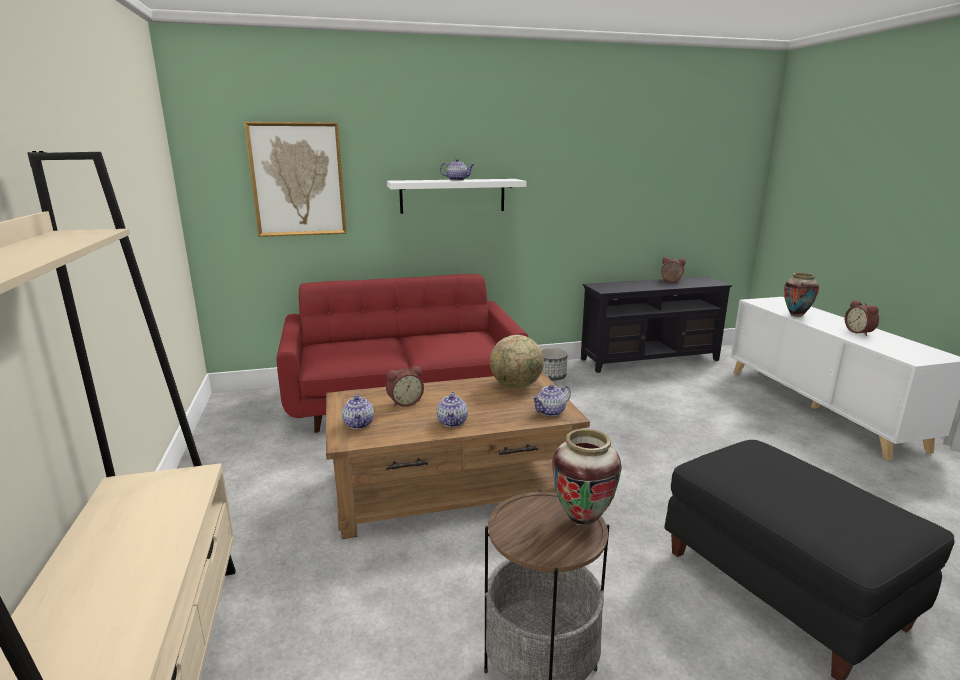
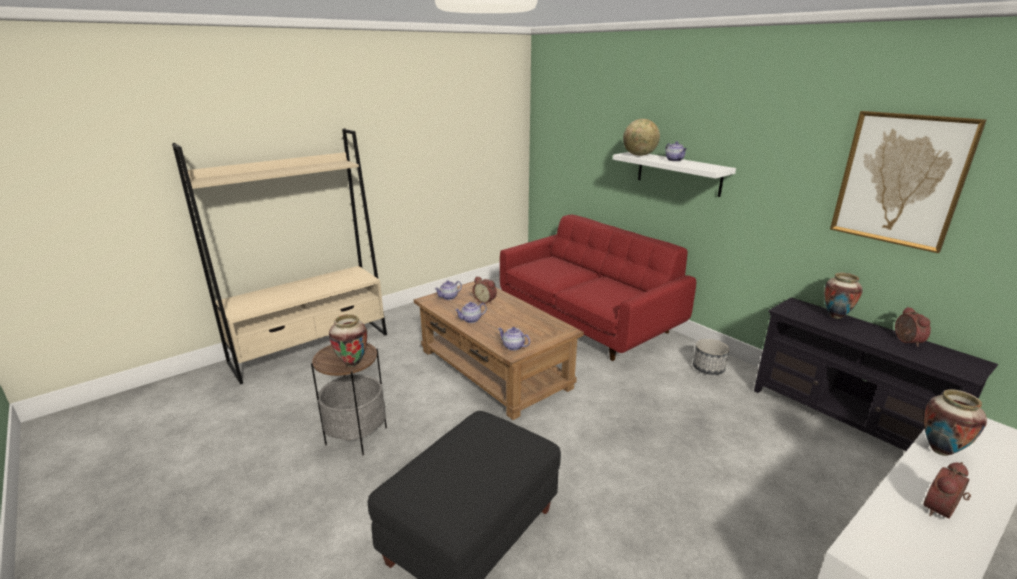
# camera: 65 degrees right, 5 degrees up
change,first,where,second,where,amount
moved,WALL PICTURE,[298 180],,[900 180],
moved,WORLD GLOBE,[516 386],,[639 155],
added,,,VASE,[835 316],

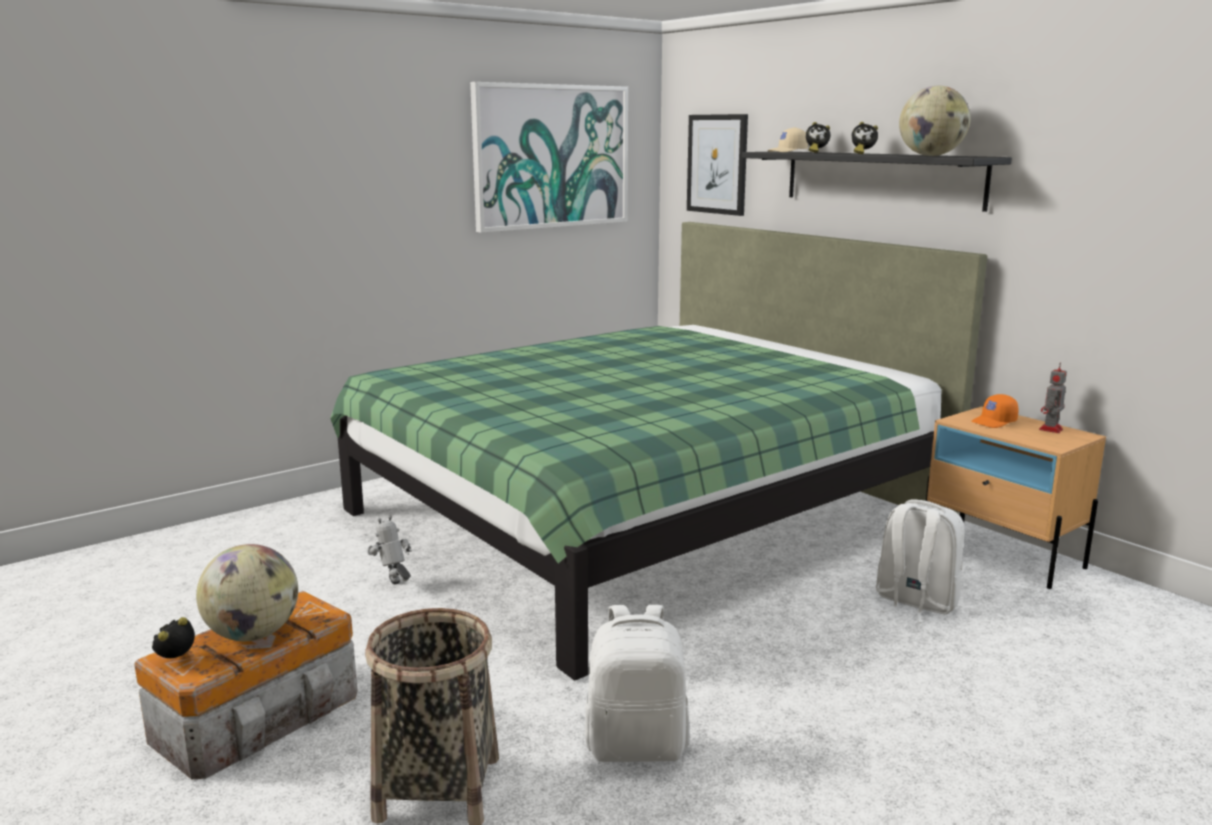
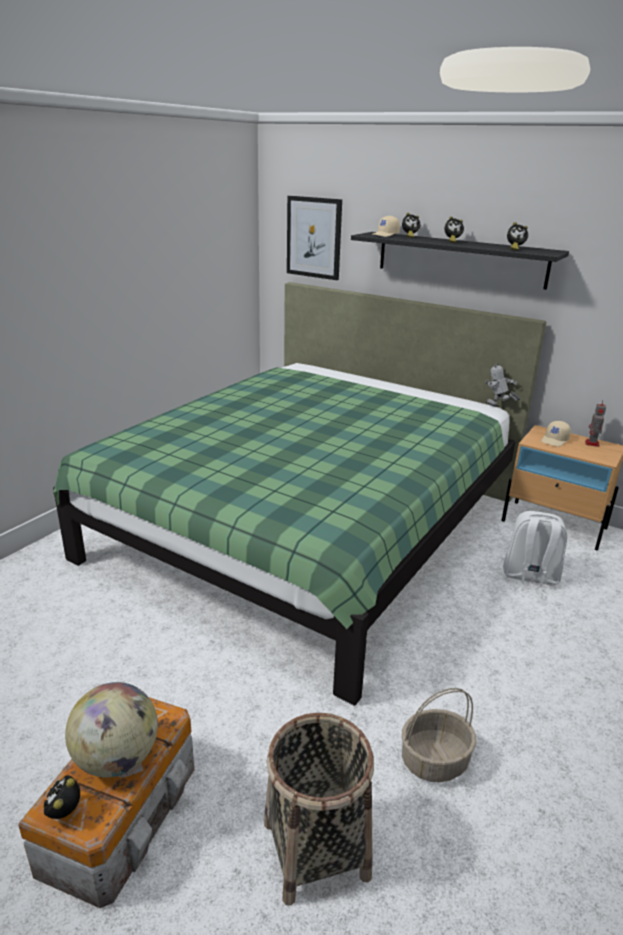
# camera: 20 degrees left, 10 degrees up
change,first,where,second,where,amount
removed,WALL PICTURE,[551 156],,,
replaced,WORLD GLOBE,[931 156],TABLE CLOCK,[514 249],
recoloured,ORANGE BASEBALL CAP,[994 422],BEIGE-COLOURED BASEBALL CAP,[555 440],
moved,TOY ROBOT,[395 587],,[498 408],
replaced,WHITE-COLOURED KNAPSACK,[637 746],HOUSEHOLD BASKET,[435 760],

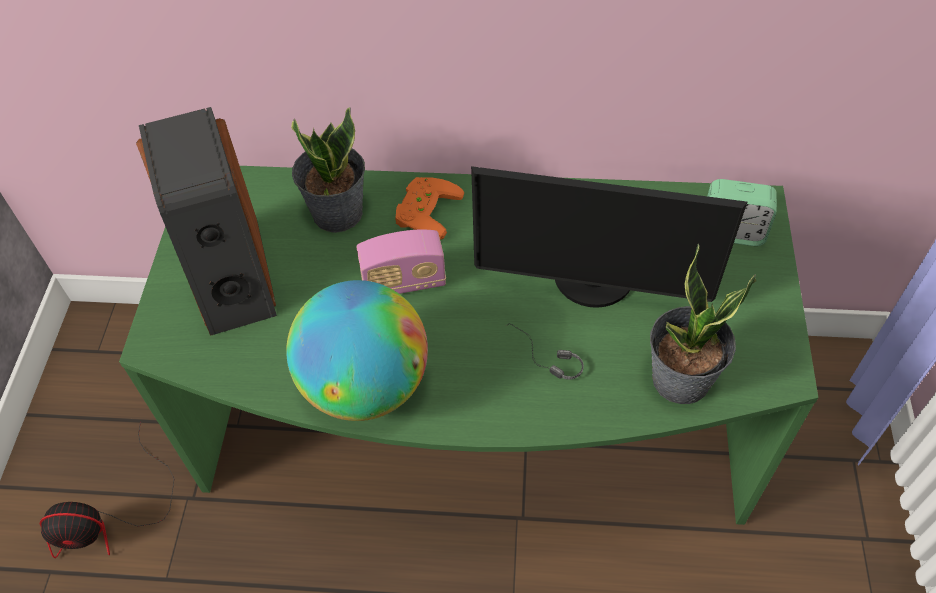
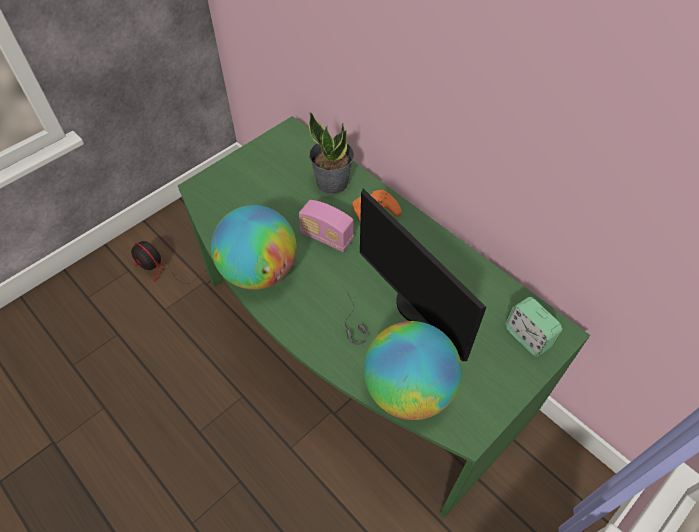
# camera: 40 degrees right, 0 degrees up
change,first,where,second,where,amount
removed,SPEAKER,[230 274],,,
replaced,PLANT IN A POT,[680 380],WORLD GLOBE,[408 389],

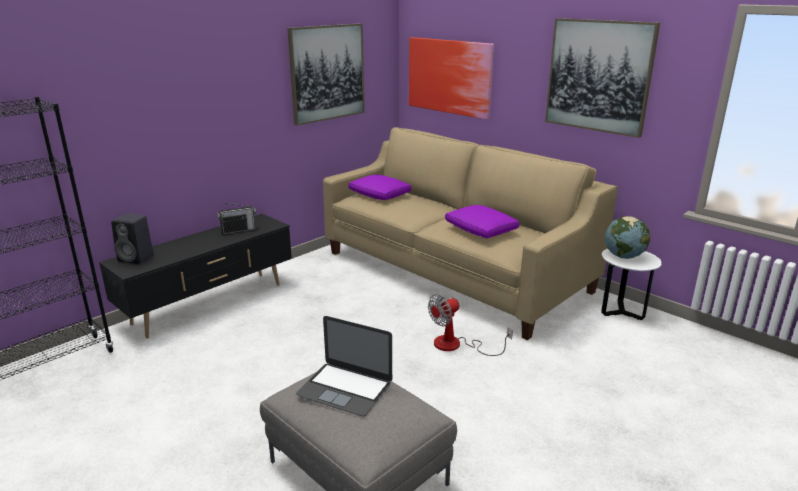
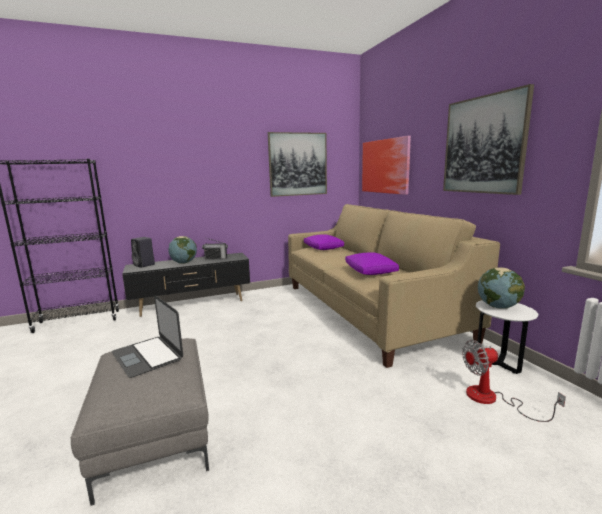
# camera: 25 degrees right, 10 degrees down
change,first,where,second,where,amount
moved,COOLING FAN,[457 345],,[492 399],
added,,,WORLD GLOBE,[184 262],

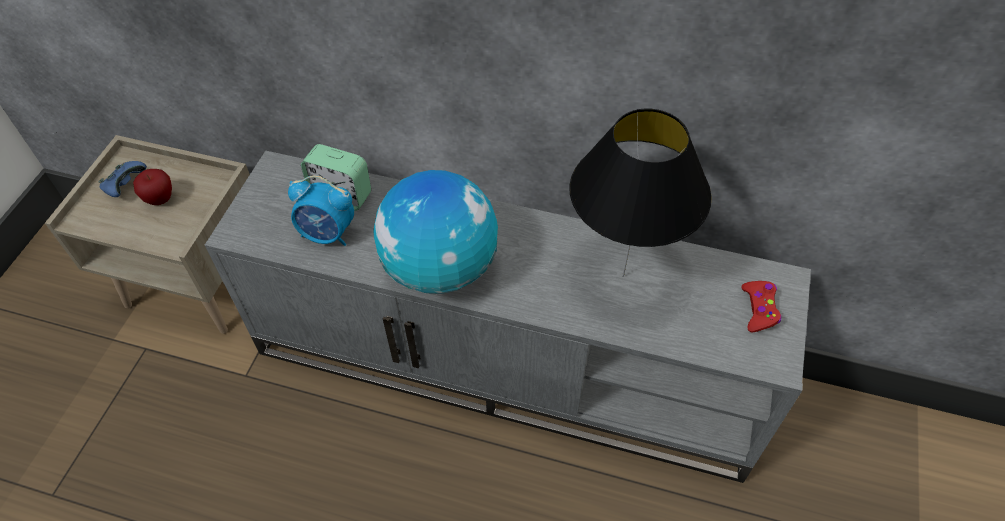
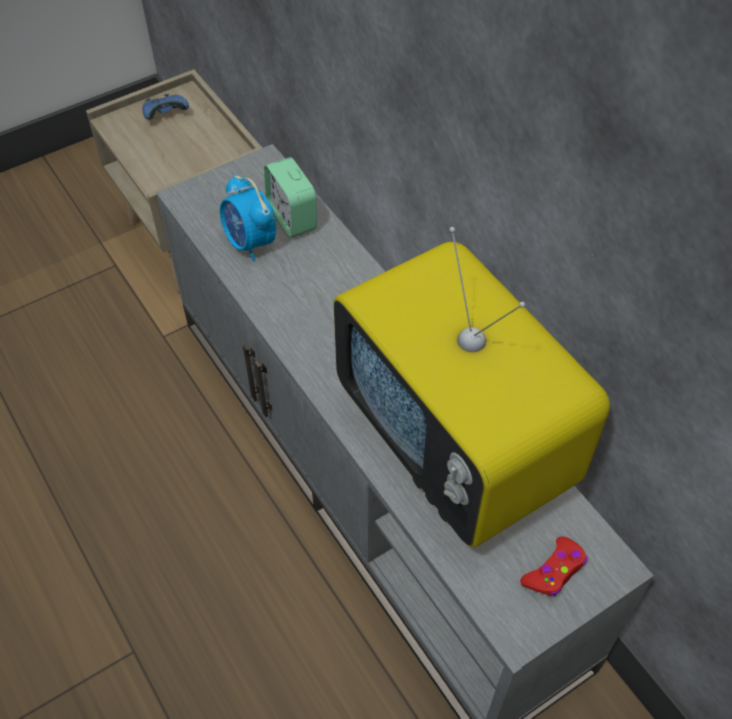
# camera: 40 degrees right, 0 degrees up
change,first,where,second,where,amount
replaced,BLACK TABLE LAMP,[623 275],TELEVISION,[457 447],
removed,WHOLE APPLE,[160 199],,,
removed,WORLD GLOBE,[441 268],,,

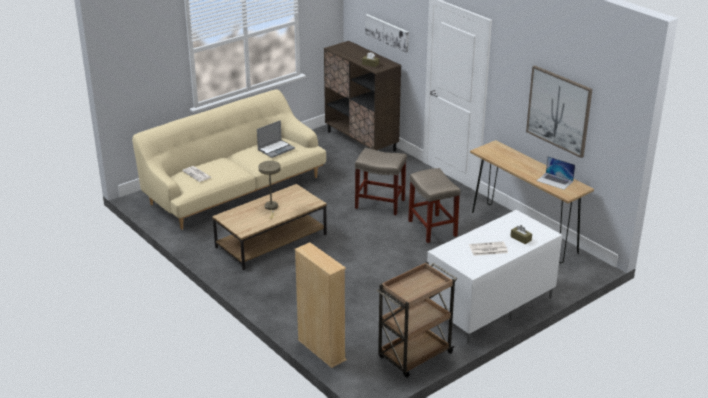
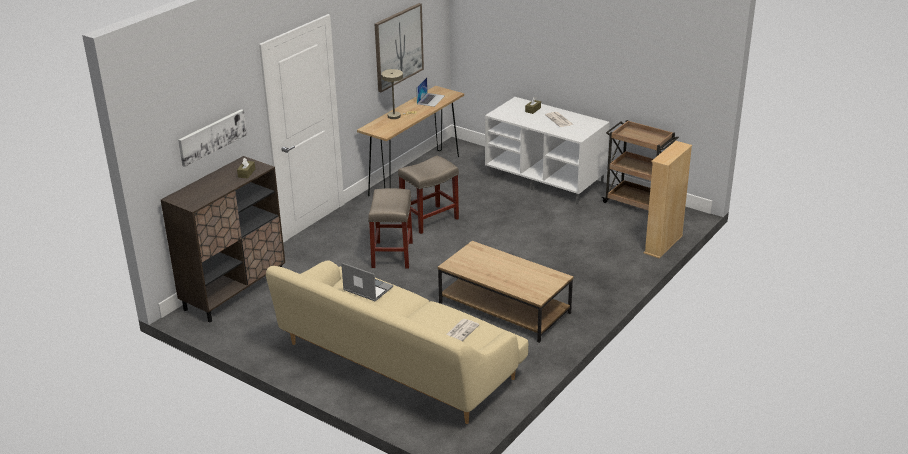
# camera: 105 degrees left, 0 degrees up
change,first,where,second,where,amount
moved,BEIGE-COLOURED TABLE LAMP,[271 208],,[396 116],

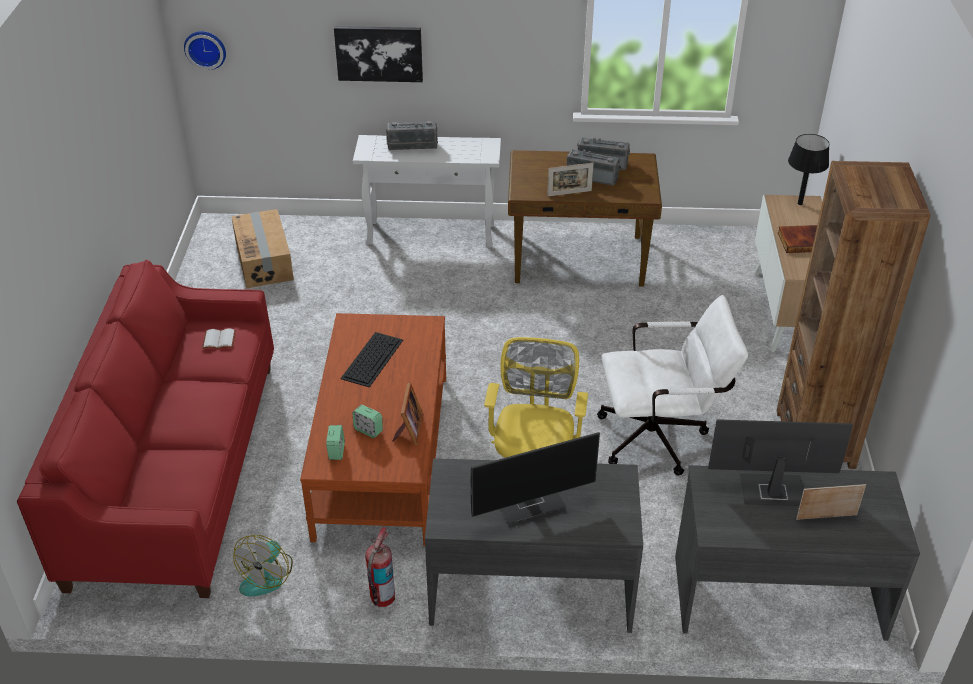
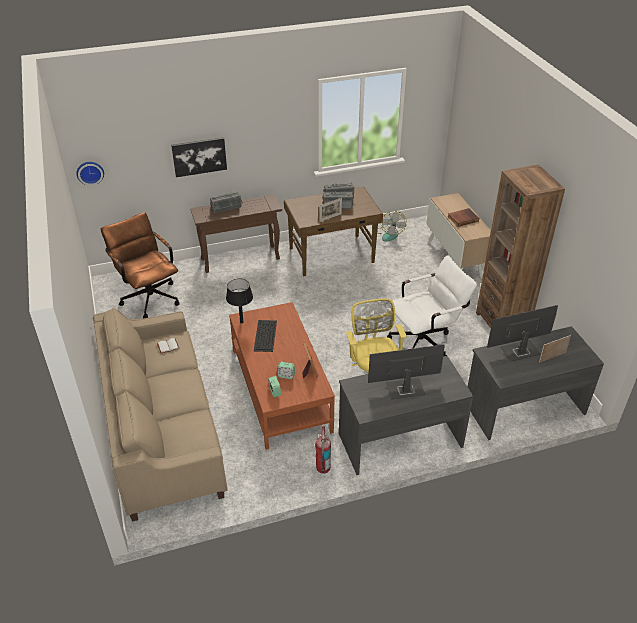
# camera: 20 degrees left, 0 degrees up
change,first,where,second,where,amount
moved,BLACK TABLE LAMP,[799 203],,[241 322],
recoloured,WHITE-COLOURED HALL TABLE,[432 234],BROWN HALL TABLE,[241 259],
replaced,CARDBOARD BOX,[264 261],BROWN DESK CHAIR,[148 296],
recoloured,RED-COLOURED COUCH,[177 469],BEIGE-COLOURED COUCH,[163 431],
turned,MONITOR,[531 502],,[404 389],150 degrees counterclockwise
moved,COOLING FAN,[267 575],,[389 234],

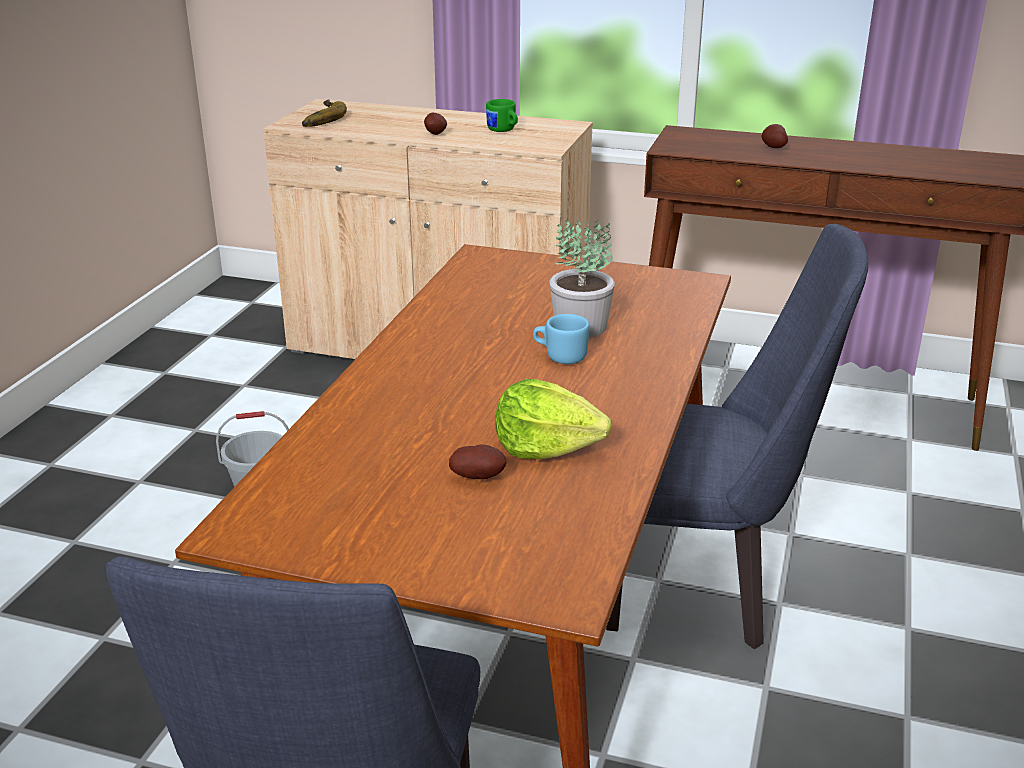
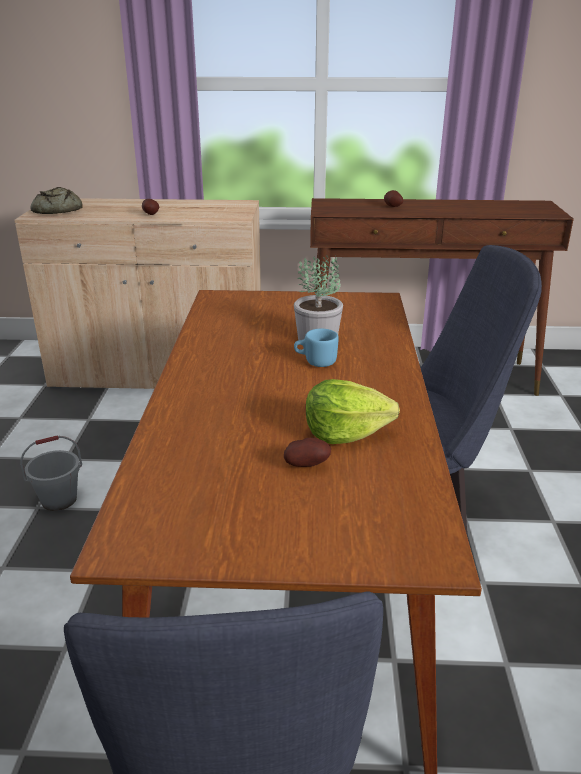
# camera: 15 degrees left, 0 degrees up
change,first,where,second,where,amount
replaced,BANANA FRUIT,[319 118],BREAD,[56 210],
removed,GREEN MUG,[503 131],,,

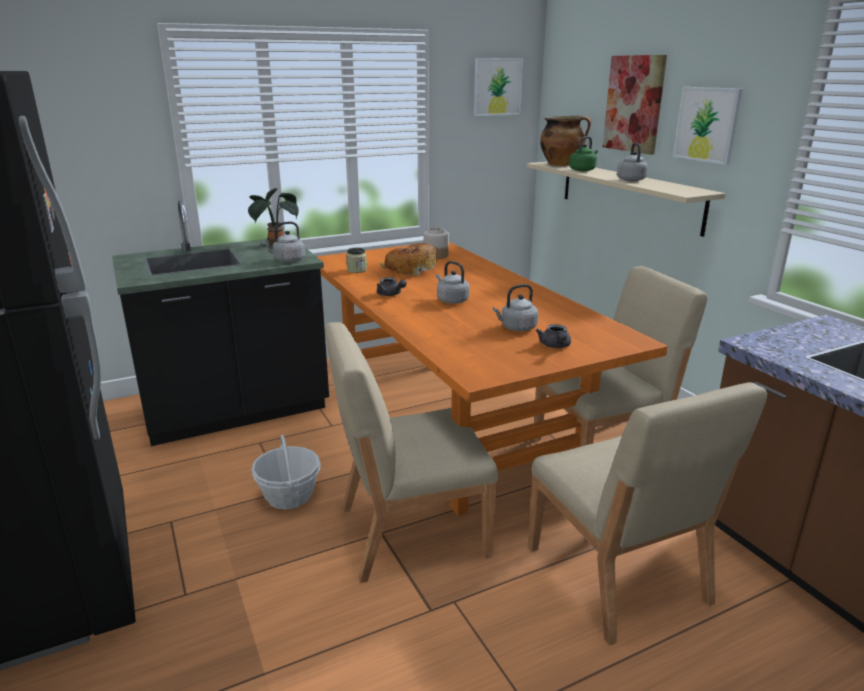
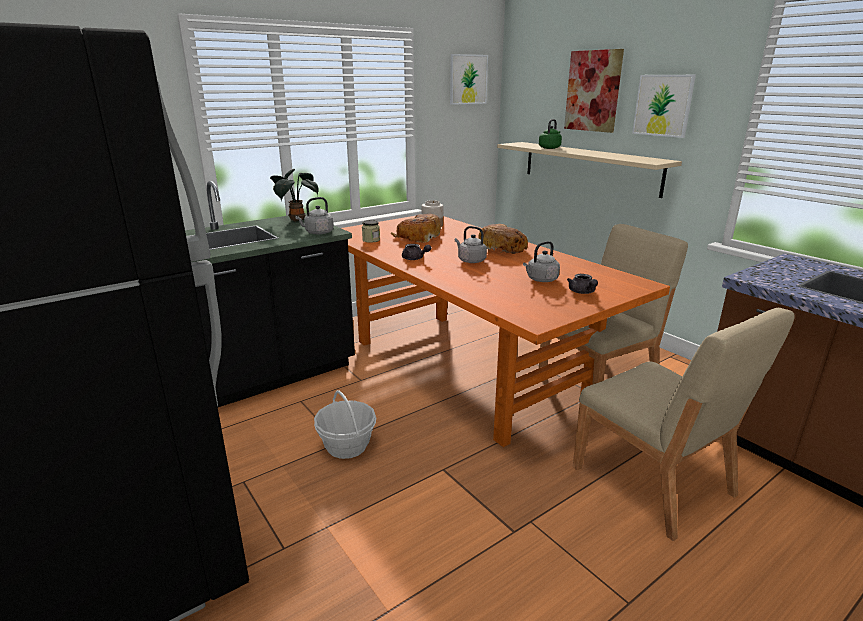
# camera: 10 degrees left, 0 degrees up
change,first,where,second,where,amount
removed,STOCKPOT,[561 164],,,
removed,GREYISH TEA KETTLE,[630 180],,,
removed,BEIGE-COLOURED CHAIR,[410 531],,,
added,,,BREAD,[502 248],

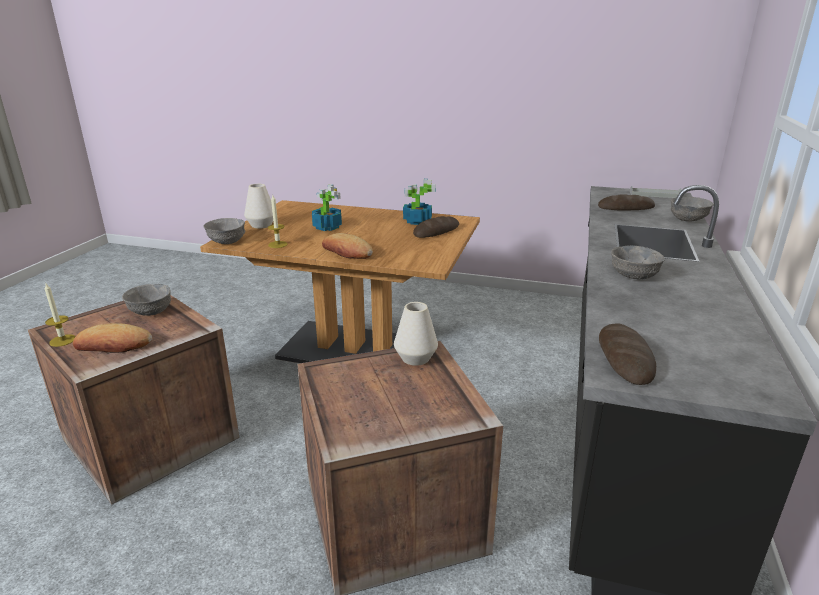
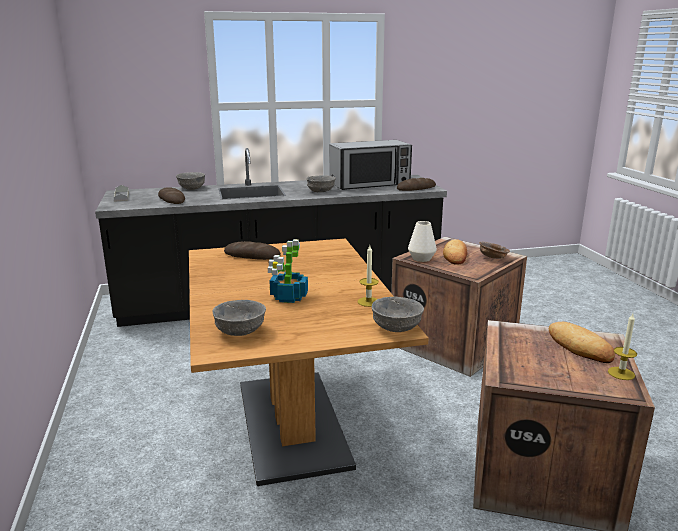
# camera: 120 degrees left, 5 degrees down
change,first,where,second,where,amount
removed,PLANT IN A POT,[417 221],,,
removed,WHITE-COLOURED VASE,[261 225],,,
moved,BREAD,[347 252],,[455 256],
moved,GREYISH SERVING BOWL,[150 311],,[239 332],
added,,,KITCHEN MICROWAVE,[370 184],
added,,,BROWN SERVING BOWL,[492 258],

